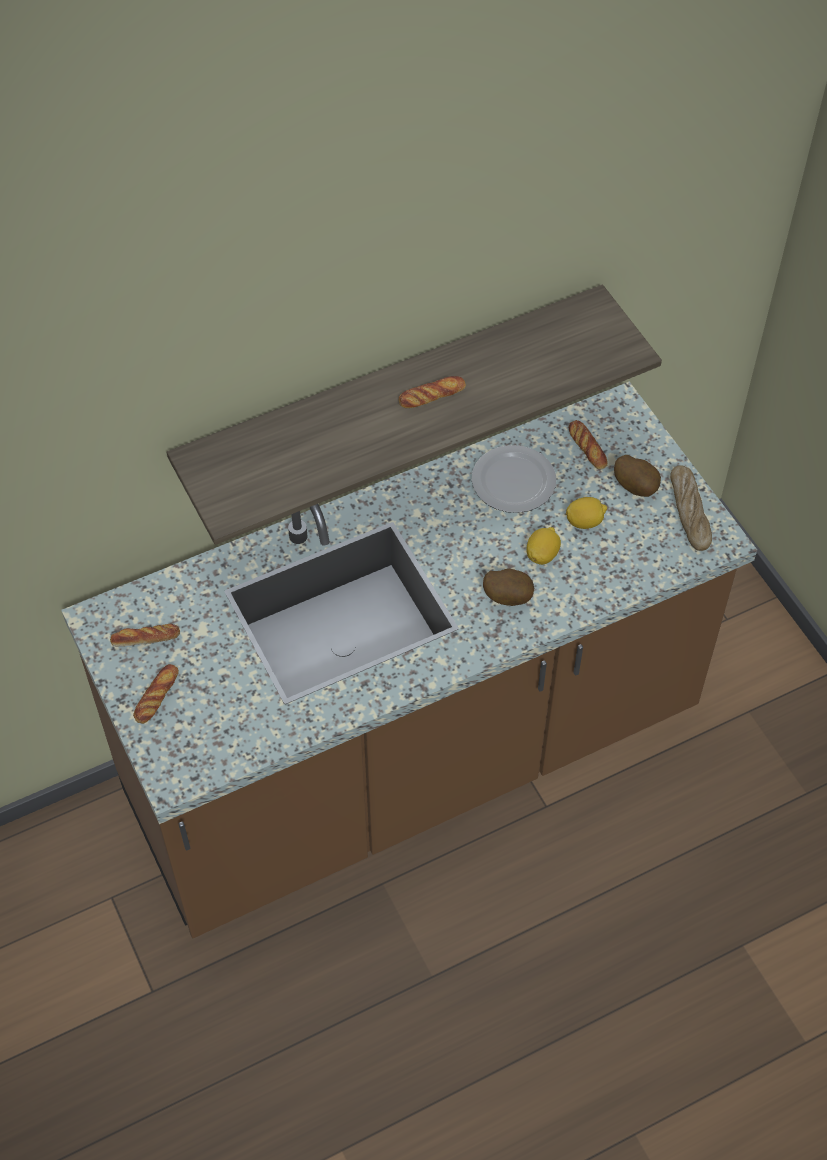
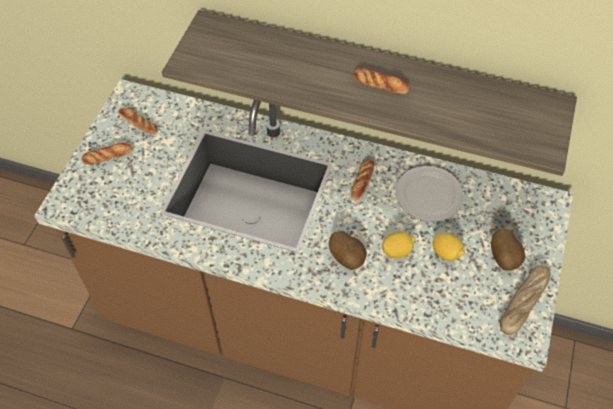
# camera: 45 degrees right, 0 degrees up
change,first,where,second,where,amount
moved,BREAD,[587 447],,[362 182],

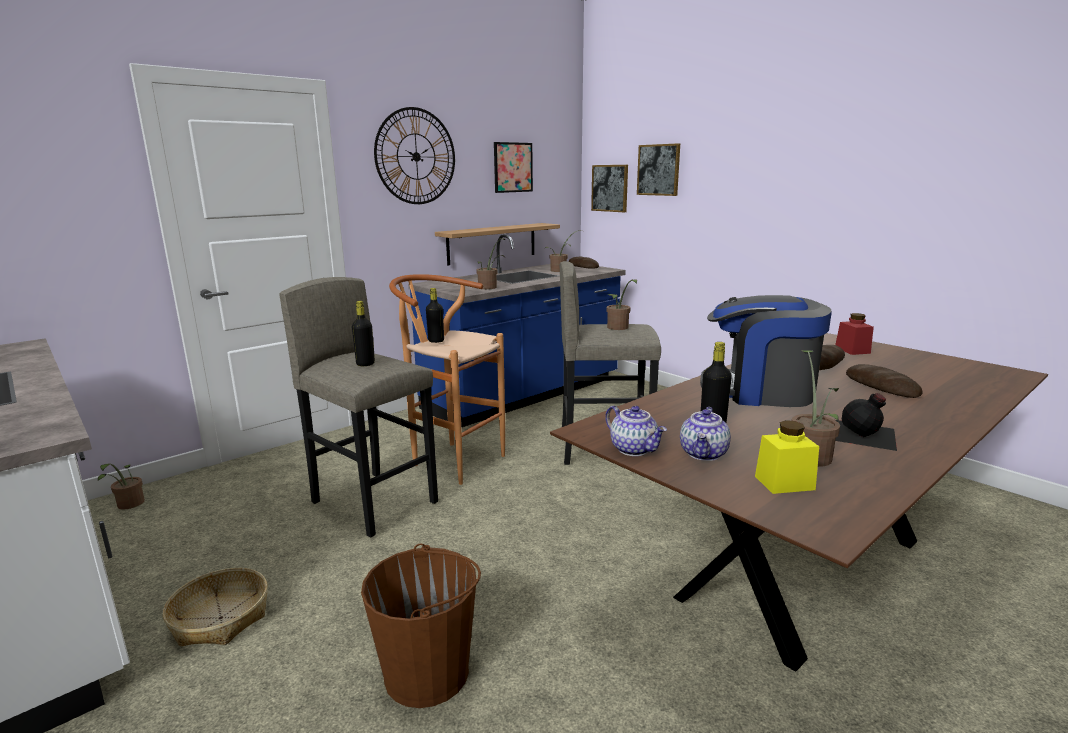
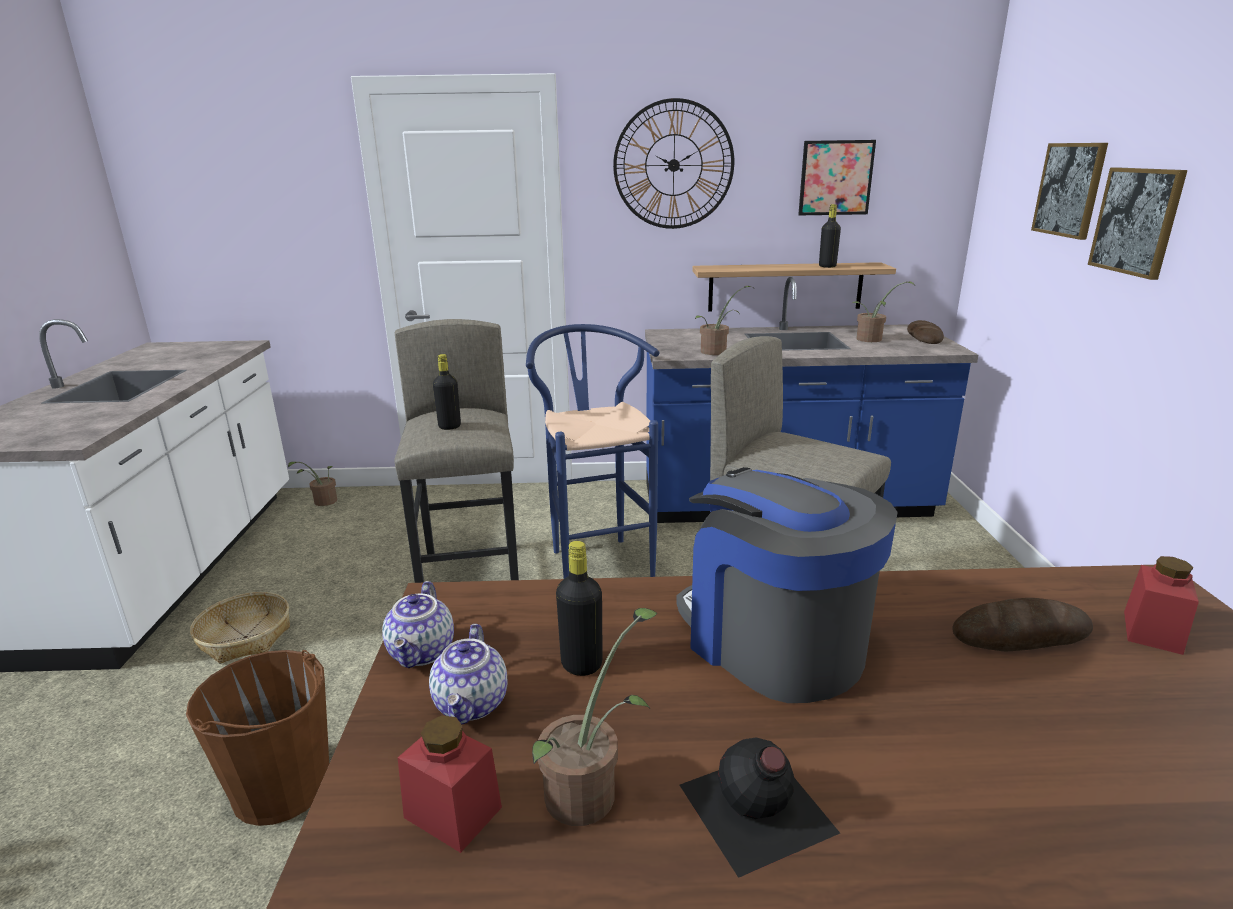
# camera: 40 degrees right, 5 degrees up
change,first,where,second,where,amount
moved,WALL PICTURE,[610 188],,[1136 221],
recoloured,BROWN SITTING STOOL,[451 459],BLUE-COLOURED SITTING STOOL,[596 560],
removed,PLANT IN A POT,[618 328],,,
moved,BLACK DRINK BOTTLE,[436 341],,[827 266],
removed,BREAD,[881 386],,,
turned,TEAPOT,[704 454],,[472 704],60 degrees counterclockwise
recoloured,YELLOW PRESERVE JAR,[784 483],RED-COLOURED PRESERVE JAR,[453 812],

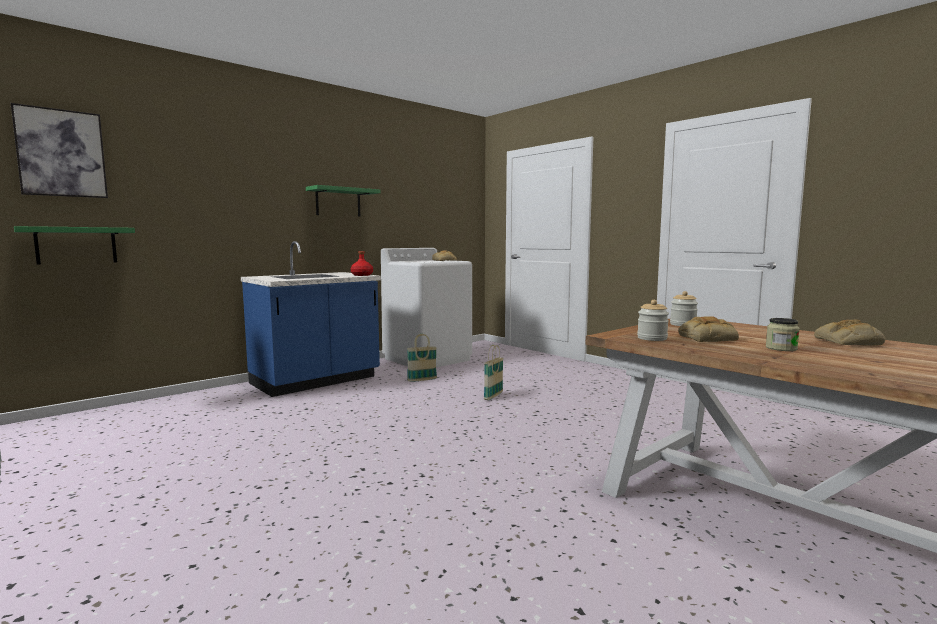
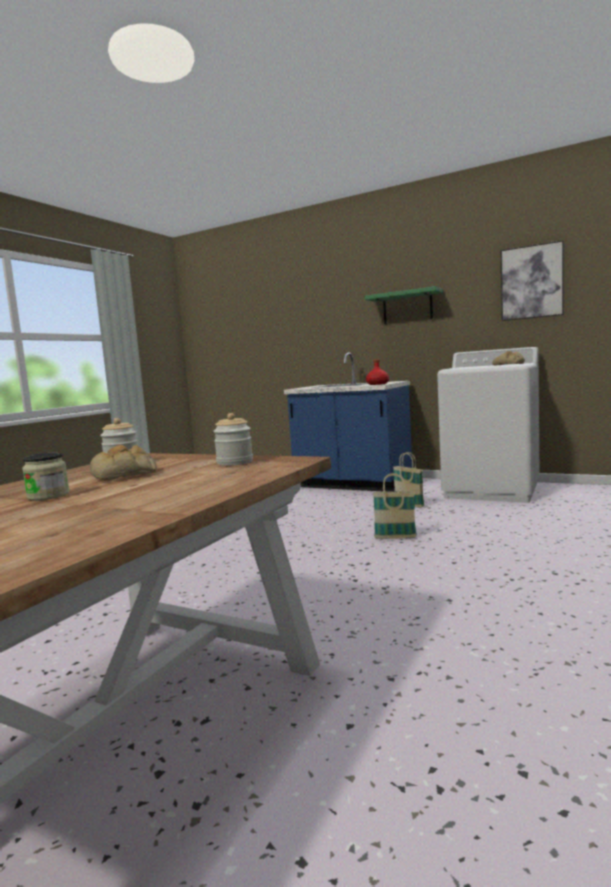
# camera: 70 degrees right, 0 degrees up
change,first,where,second,where,amount
moved,WALL PICTURE,[61 153],,[531 282],
removed,GREEN WALL SHELF,[76 245],,,
removed,BREAD,[848 342],,,

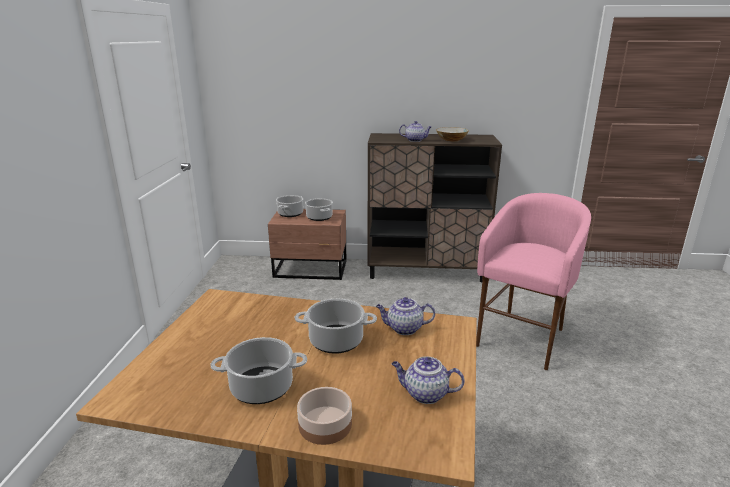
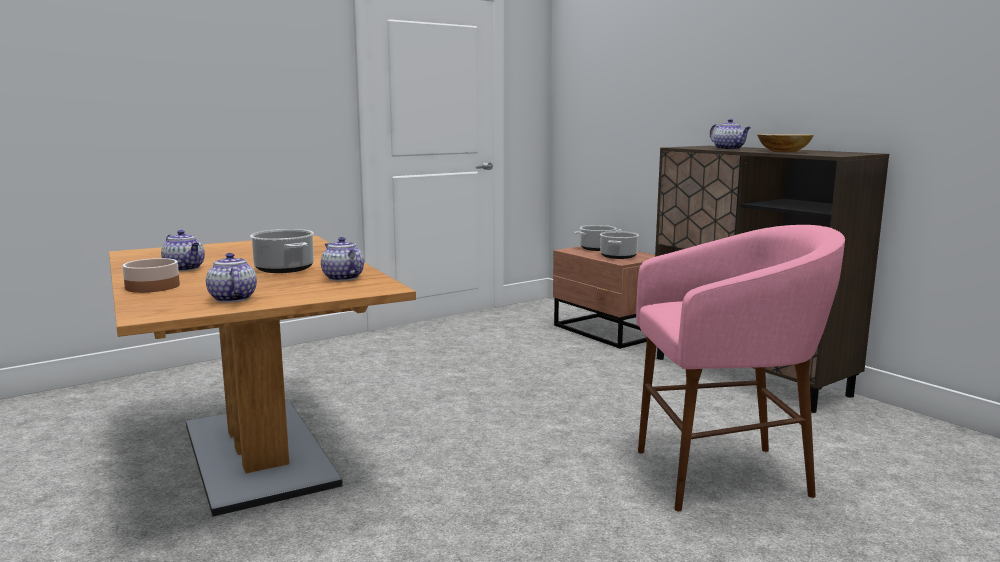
# camera: 50 degrees right, 10 degrees down
change,first,where,second,where,amount
replaced,STOCKPOT,[262 387],TEAPOT,[185 268],

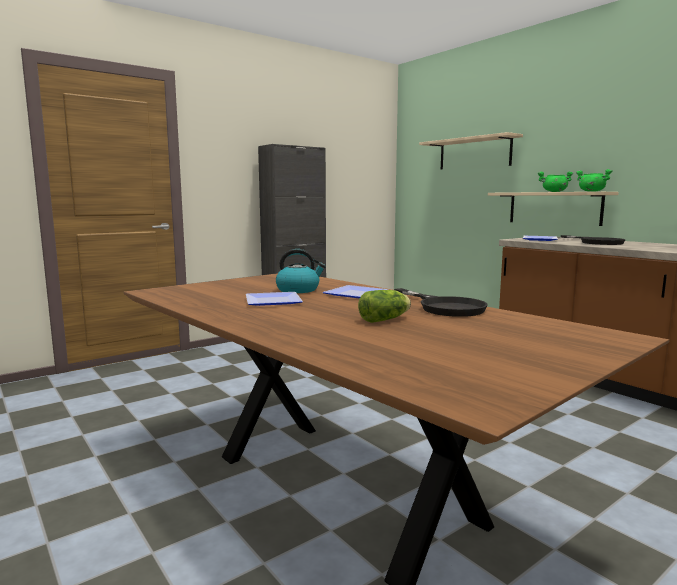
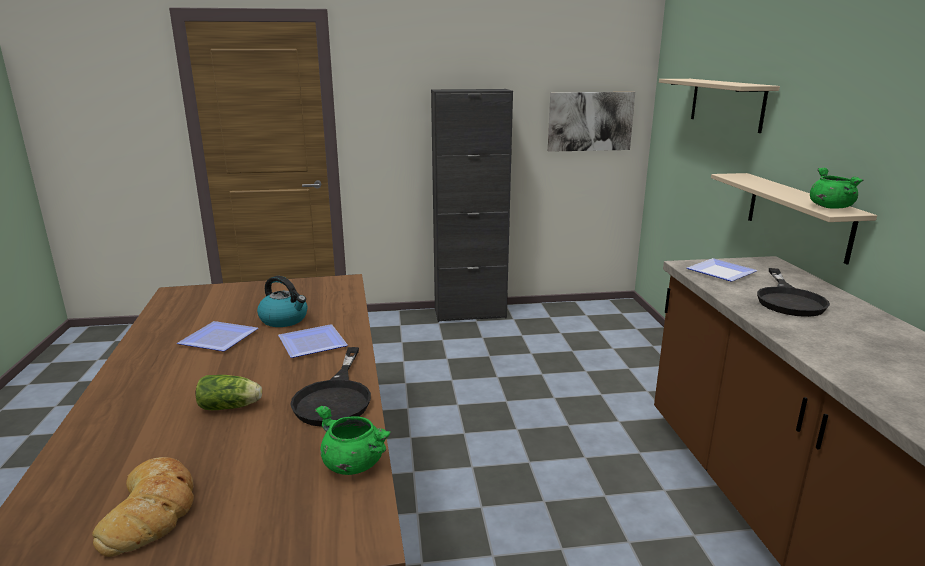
# camera: 30 degrees right, 10 degrees up
change,first,where,second,where,amount
moved,GREEN STOCKPOT,[554 191],,[352 464],
added,,,WALL PICTURE,[590 121],
added,,,BREAD,[152 510],

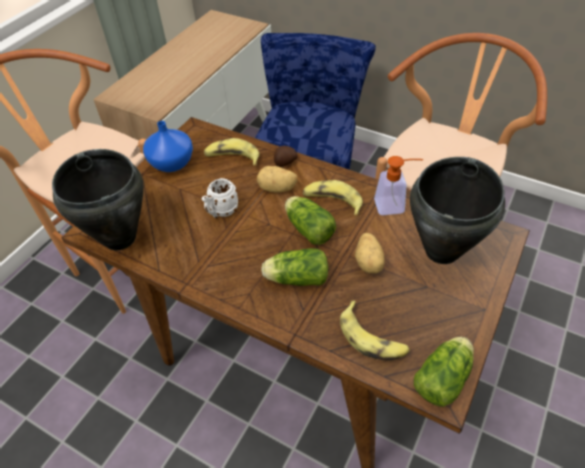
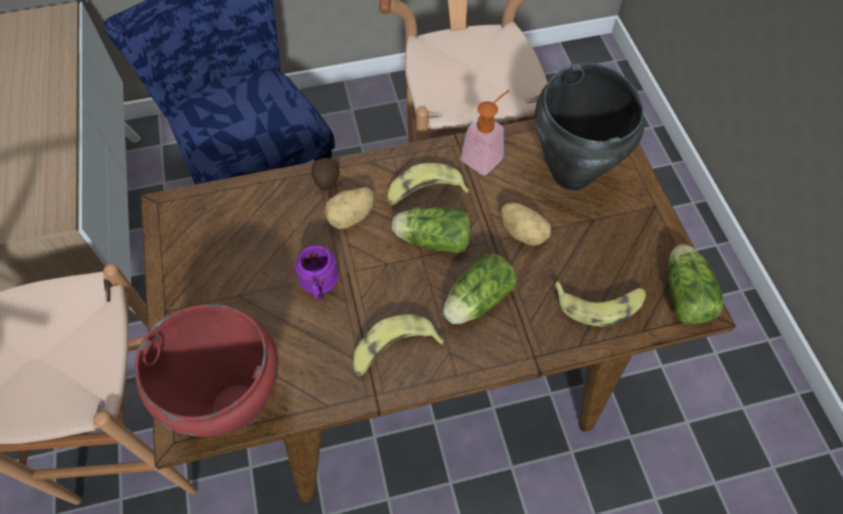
# camera: 45 degrees left, 10 degrees up
change,first,where,second,where,amount
removed,BLUE-COLOURED VASE,[172 164],,,
moved,BANANA FRUIT,[232 158],,[393 350],
recoloured,BLACK STOCKPOT,[119 239],RED-COLOURED STOCKPOT,[236 408],
recoloured,WHITE-COLOURED MUG,[221 212],PURPLISH MUG,[320 288],

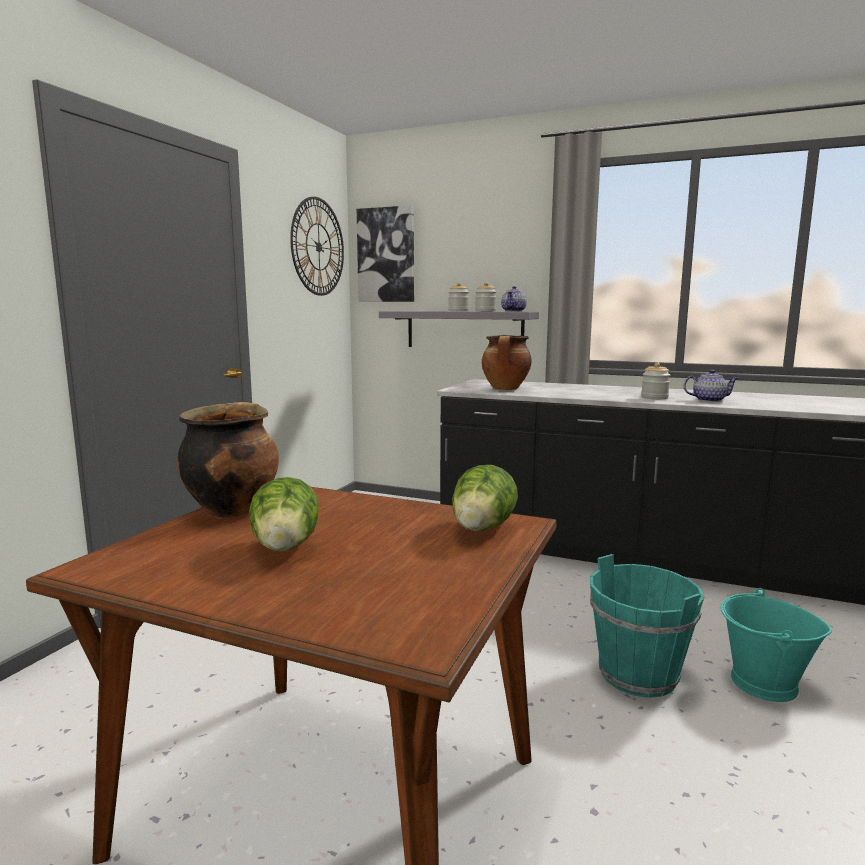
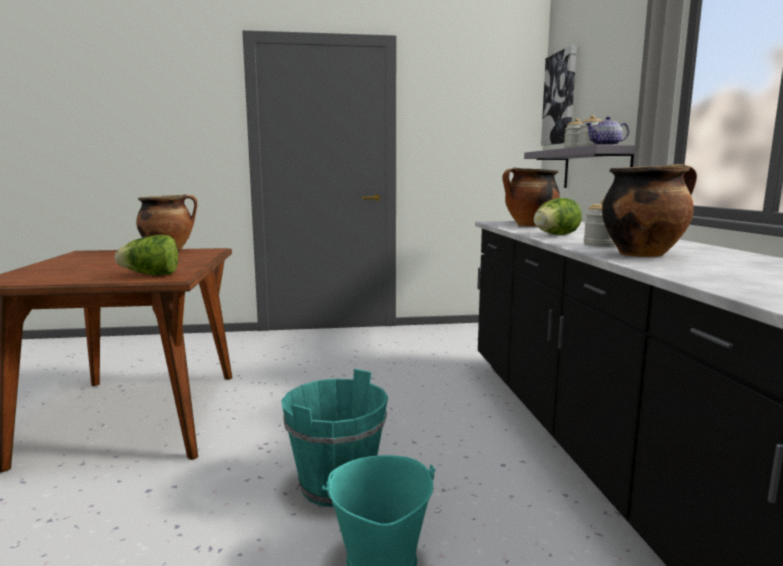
# camera: 60 degrees right, 0 degrees up
change,first,where,second,where,amount
removed,HANGING CLOCK,[318 247],,,
replaced,TEAPOT,[708 400],STOCKPOT,[643 254],
moved,HEAD OF LETTUCE,[285 549],,[554 235],

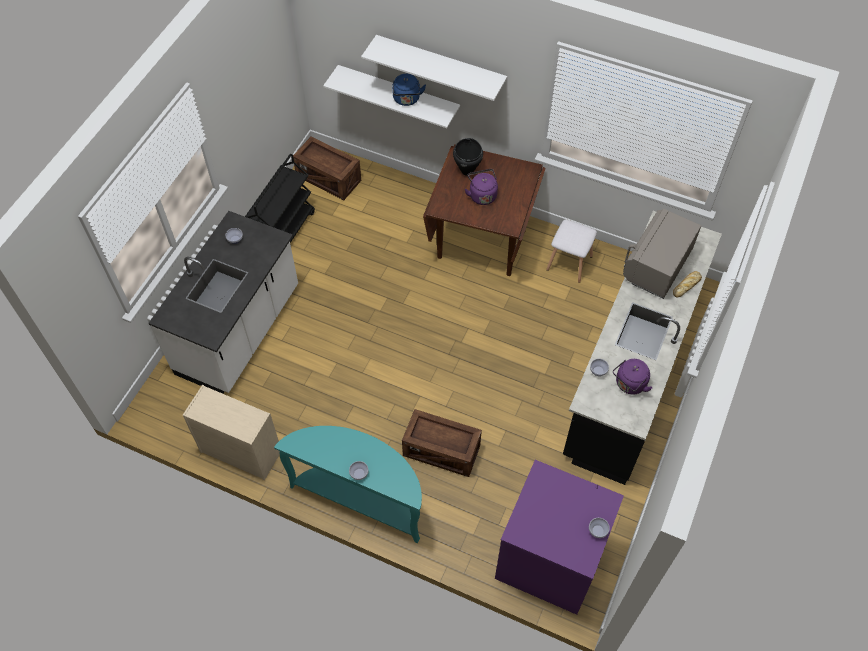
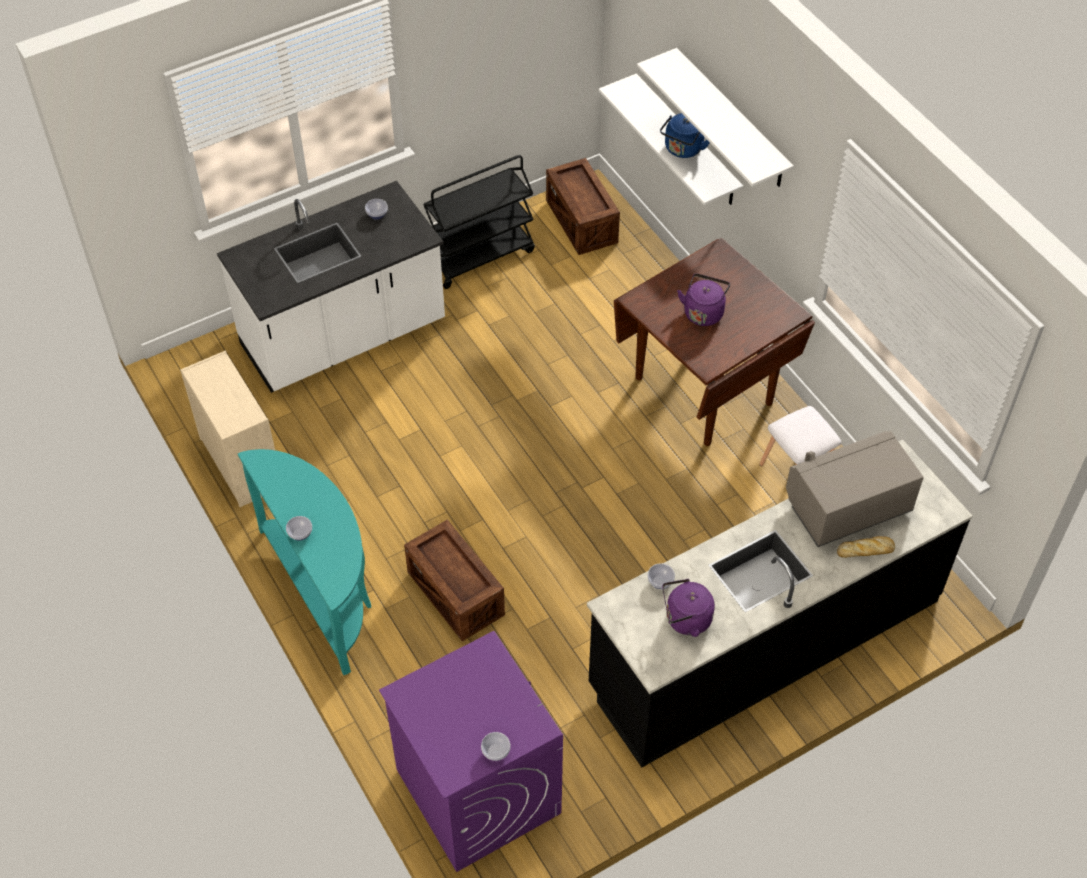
# camera: 35 degrees right, 5 degrees down
change,first,where,second,where,amount
removed,BLACK STOCKPOT,[467 171],,,

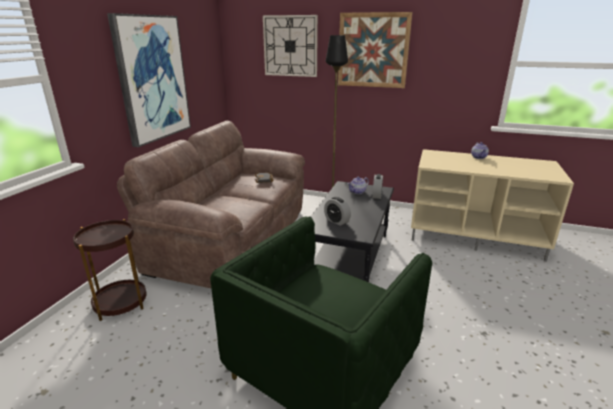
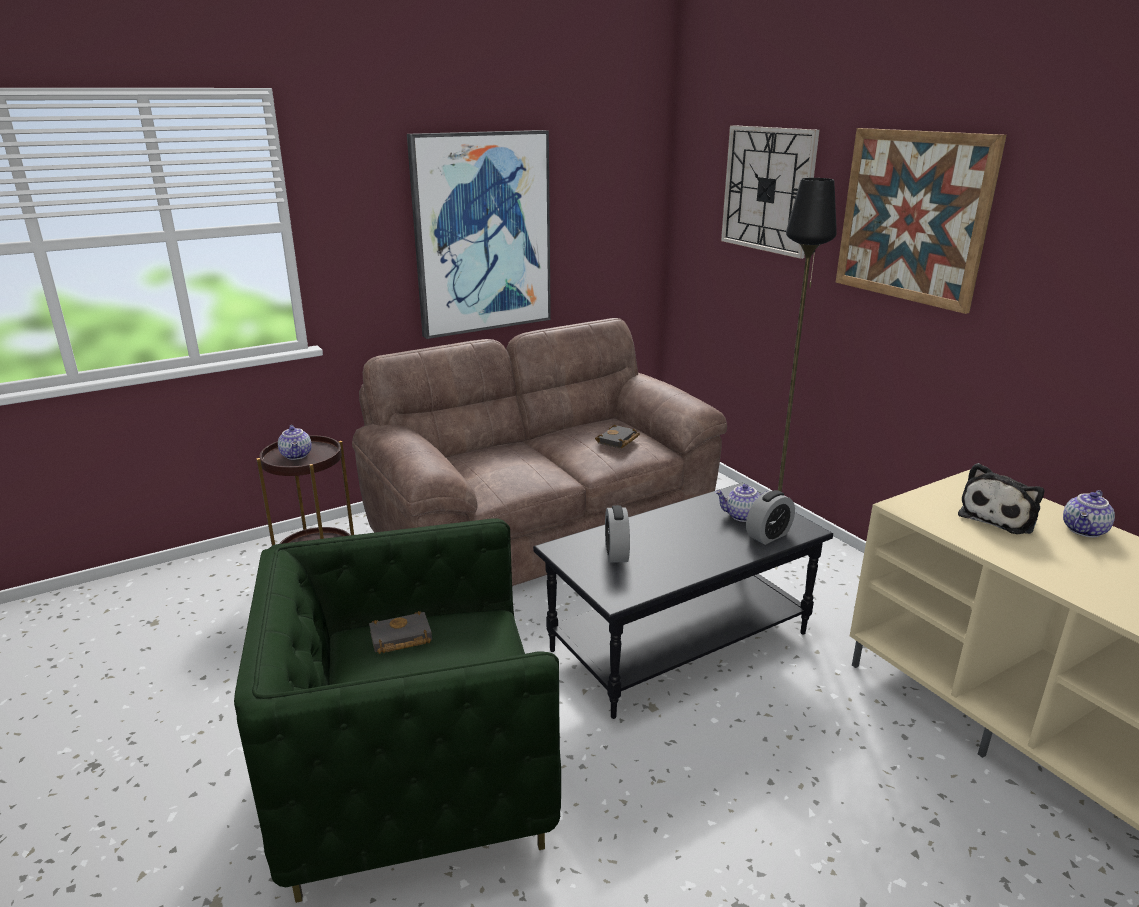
# camera: 40 degrees right, 0 degrees up
change,first,where,second,where,amount
added,,,TEAPOT,[297 455],
added,,,CUDDLY TOY,[999 517],
added,,,BLACK BOOK,[399 639],

